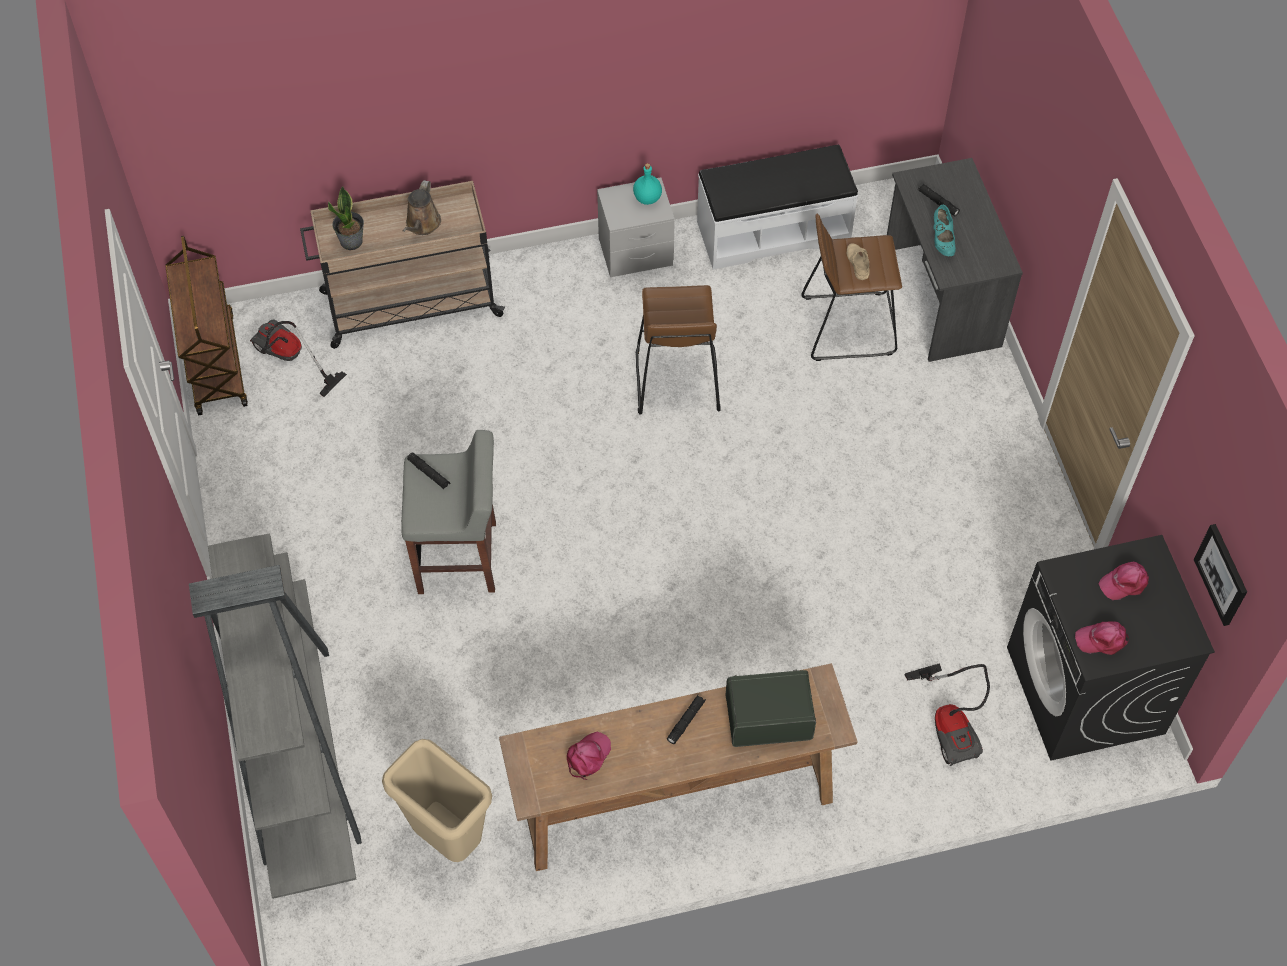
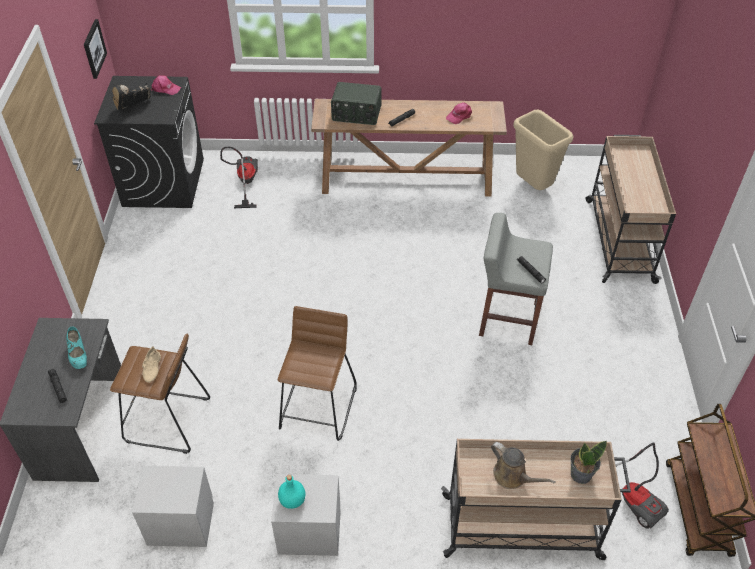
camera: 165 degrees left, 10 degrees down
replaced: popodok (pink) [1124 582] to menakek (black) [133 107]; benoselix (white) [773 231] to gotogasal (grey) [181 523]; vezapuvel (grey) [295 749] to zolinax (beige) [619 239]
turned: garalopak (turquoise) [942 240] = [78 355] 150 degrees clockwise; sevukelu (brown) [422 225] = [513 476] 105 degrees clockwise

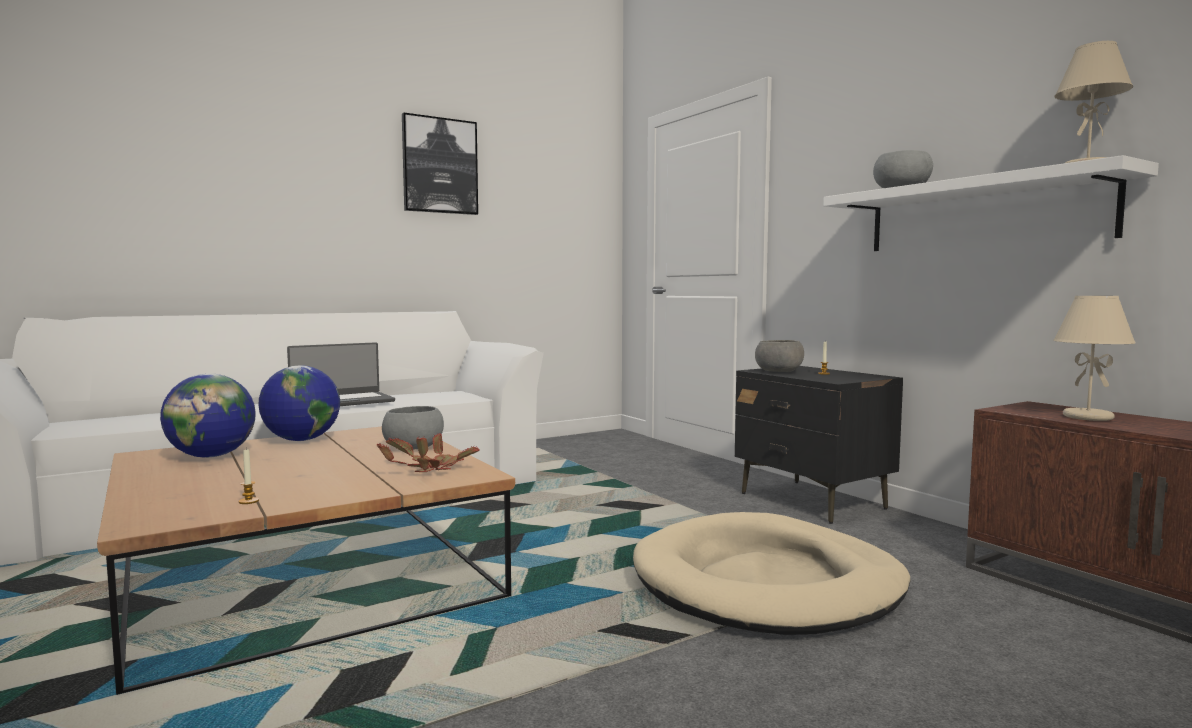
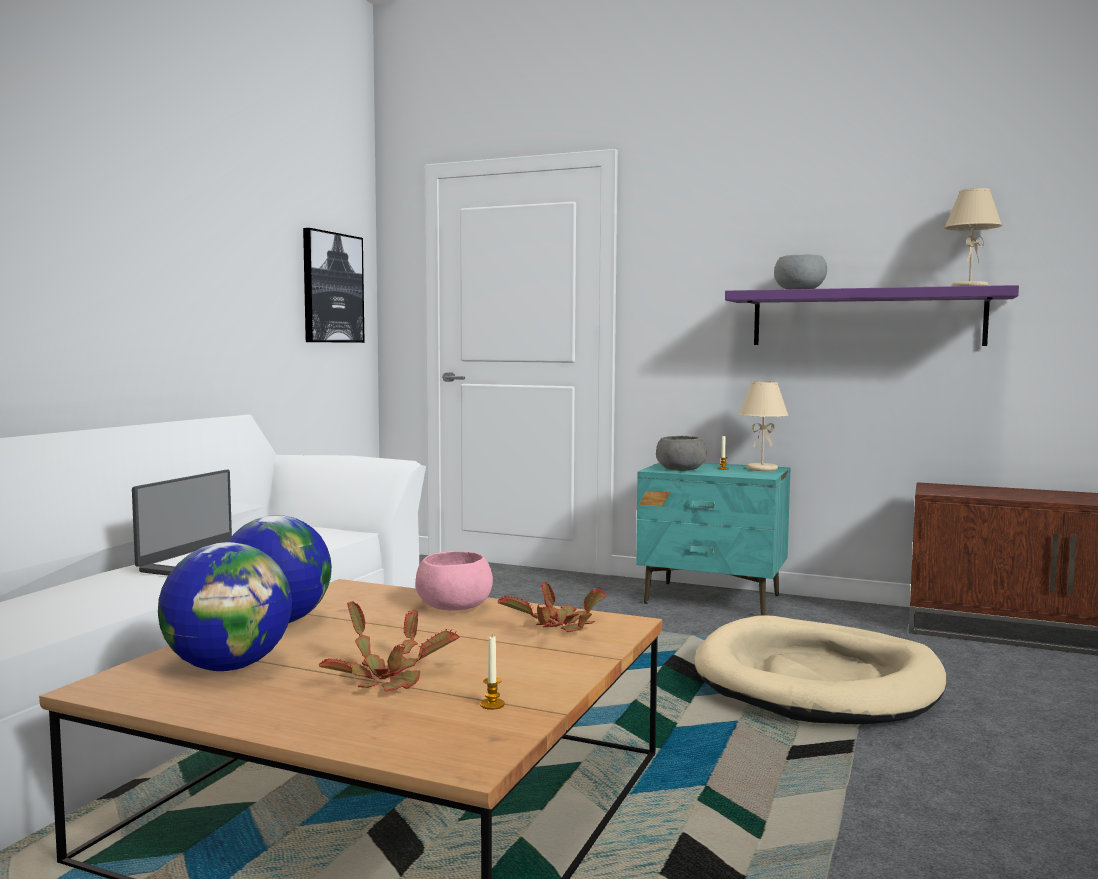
camera: 35 degrees left, 0 degrees up
added: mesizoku [386 678]
moved: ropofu [440 166] to [332 288]; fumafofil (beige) [1087 417] to [761 469]
recoloured: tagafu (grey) [413 447] to tagafu (pink) [453 607]; gotogasal (black) [812 501] to gotogasal (turquoise) [713 599]; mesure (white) [982 215] to mesure (purple) [866 318]

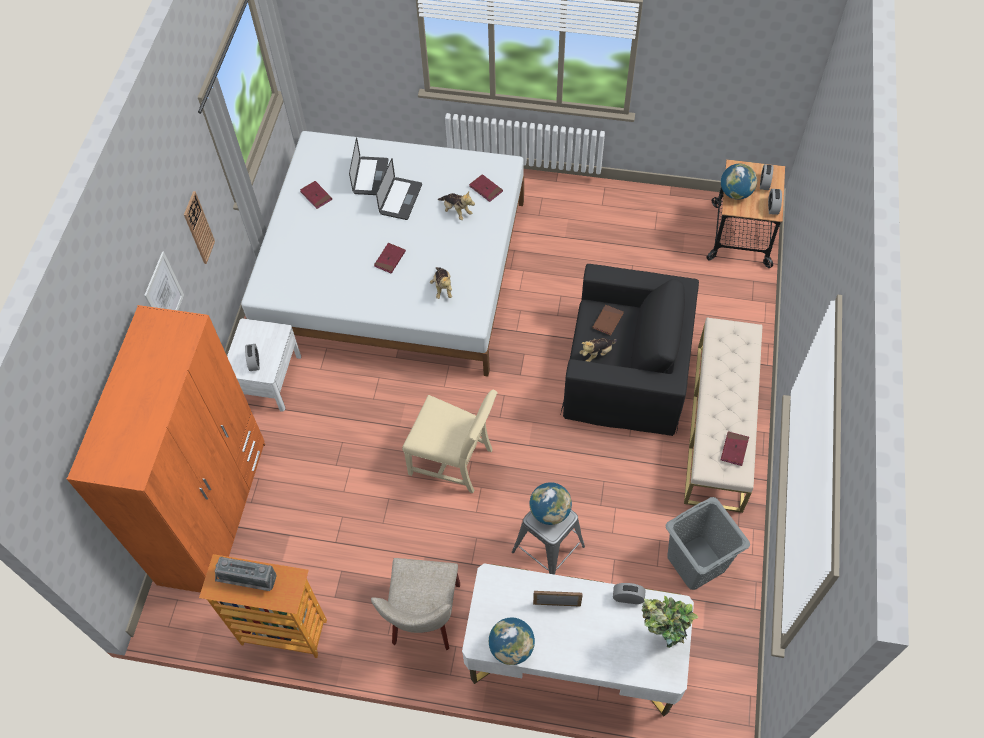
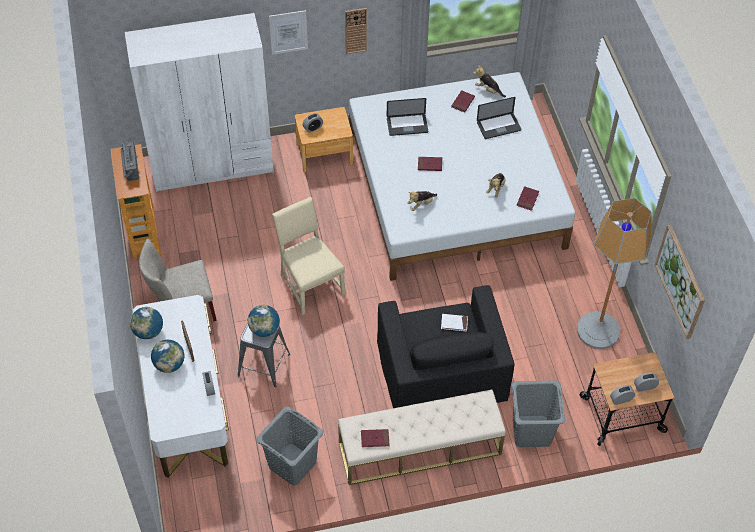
camera: 65 degrees right, 5 degrees down
removed: mesizoku [660 638]
added: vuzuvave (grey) [532 431]; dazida [598 330]; ropofu [680 281]
moved: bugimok [735 193] to [169 364]; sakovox [401 199] to [407 125]; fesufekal [596 353] to [488 90]
recoloured: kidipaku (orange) [213 512] to kidipaku (white) [212 166]; gotogasal (white) [268 379] to gotogasal (brown) [324 153]; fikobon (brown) [607 321] to fikobon (white) [454 323]
turned: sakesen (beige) [454 460] = [309 284] 150 degrees clockwise

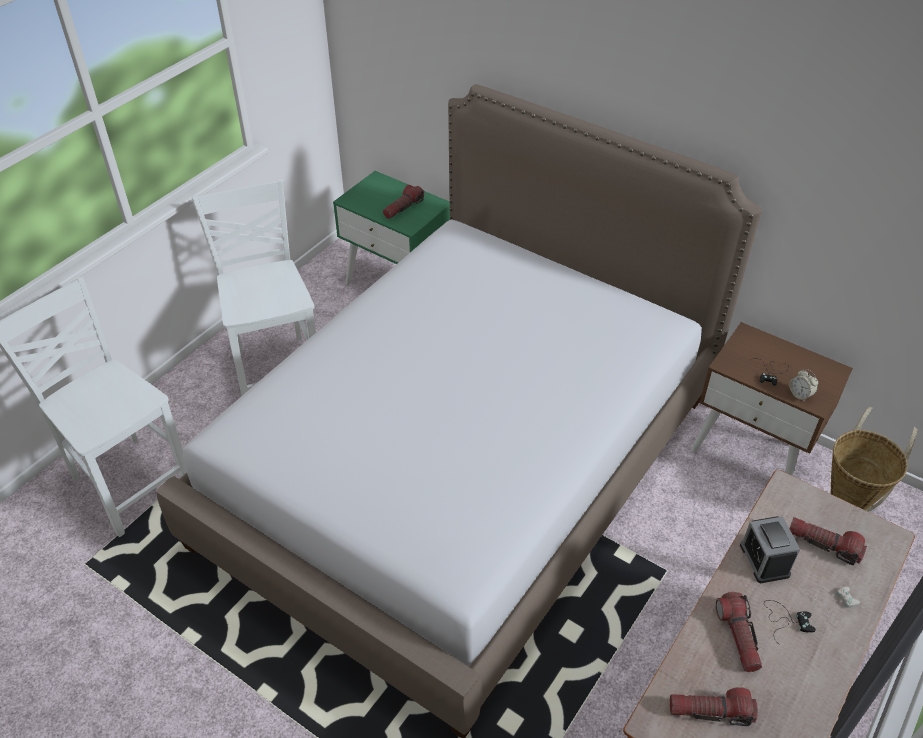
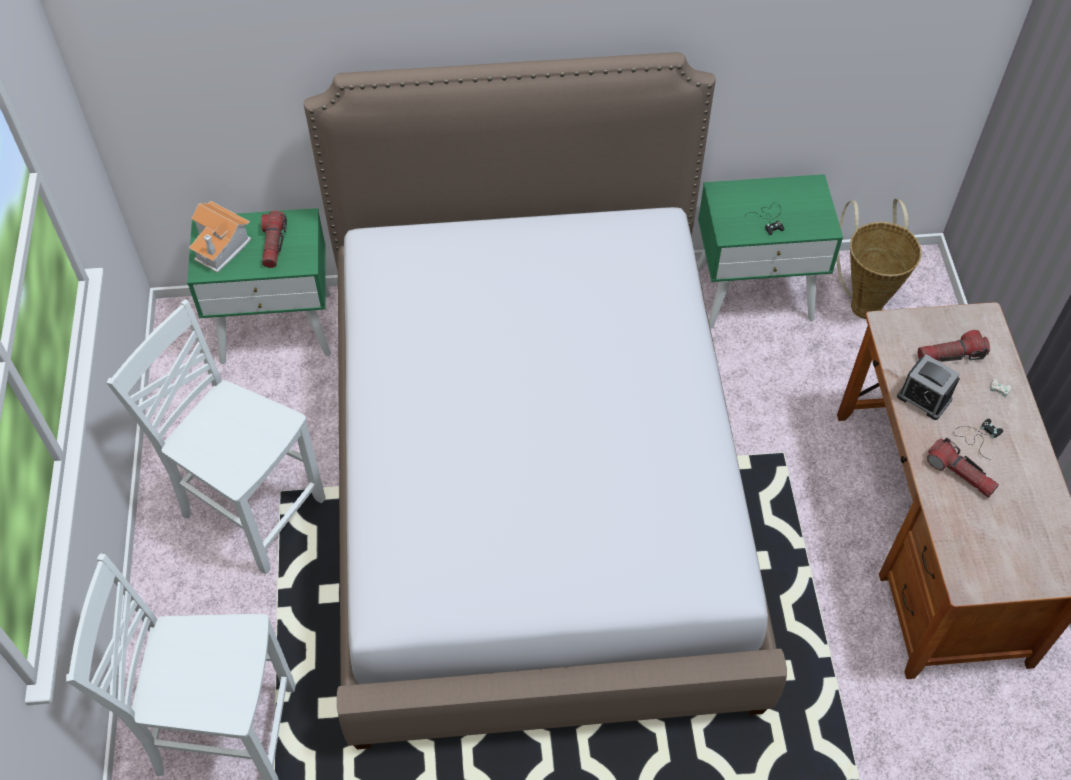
camera: 40 degrees left, 10 degrees up
removed: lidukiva [710 711]; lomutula [800 395]
added: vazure [221 246]
recoloured: gotogasal (brown) [753 449] to gotogasal (green) [755 293]

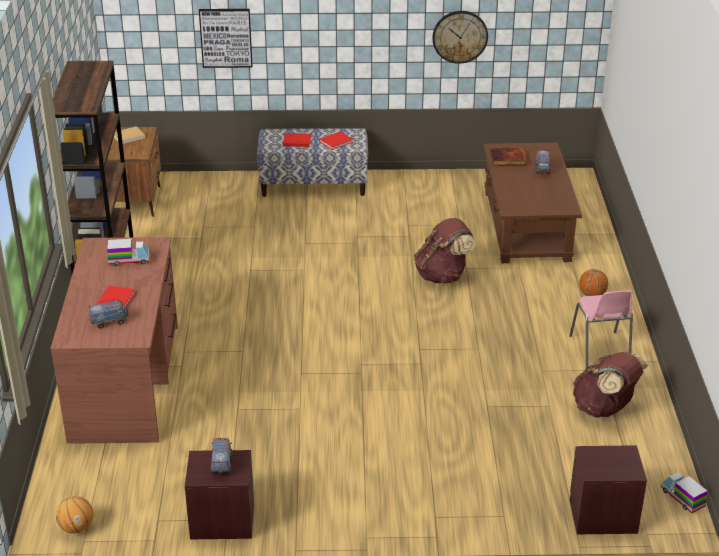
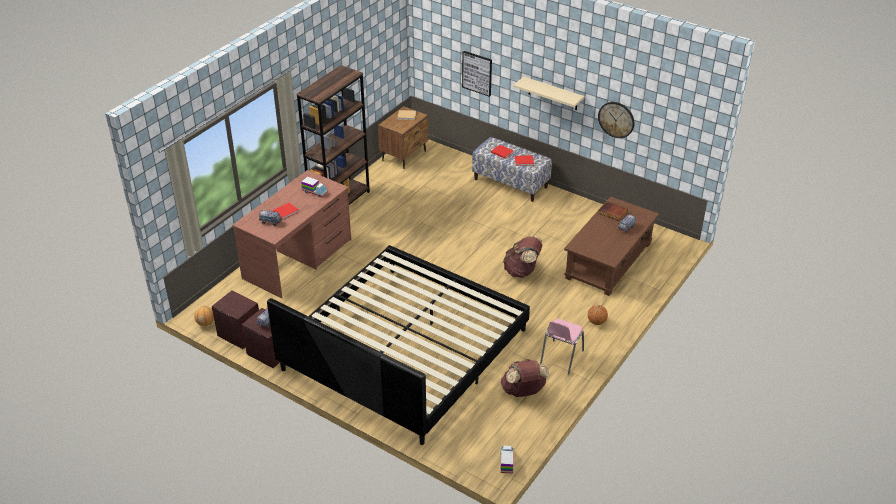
camera: 35 degrees right, 5 degrees up
added: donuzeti [405 349]; mesure (beige) [553 94]
moved: gotogasal (brown) [603 516] to [239 334]

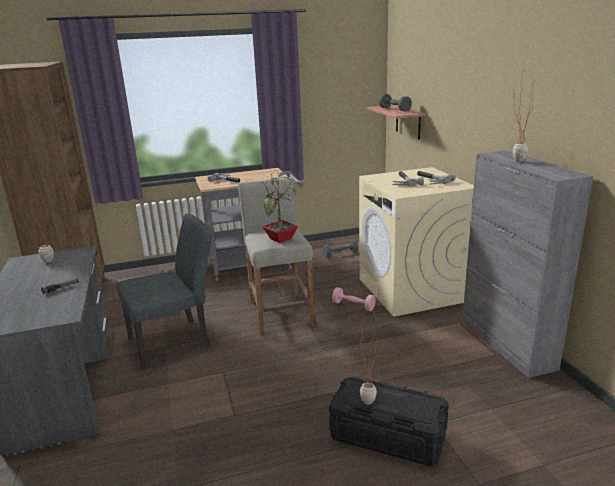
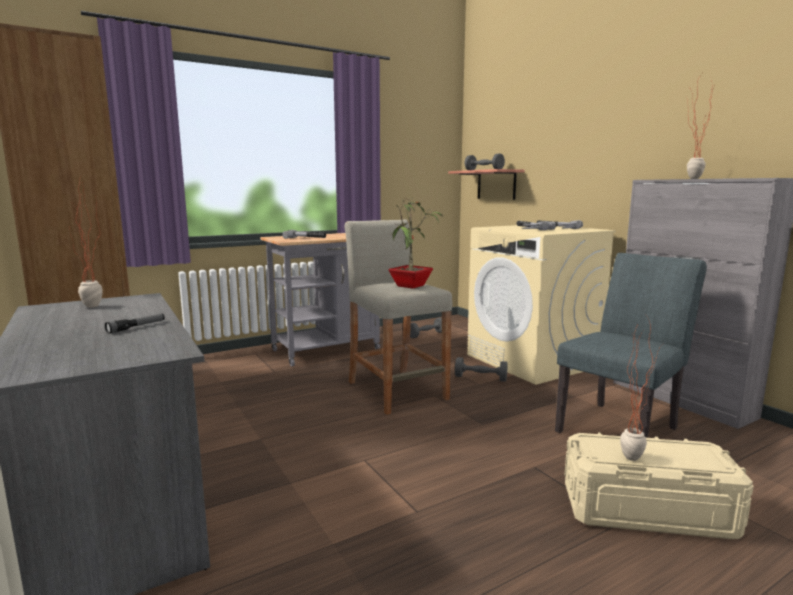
camera: 15 degrees left, 10 degrees down
moved: sakesen (grey) [176 340] to [622 427]
recoloured: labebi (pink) [353 306] to labebi (grey) [480 378]; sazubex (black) [387 436] to sazubex (beige) [646 510]

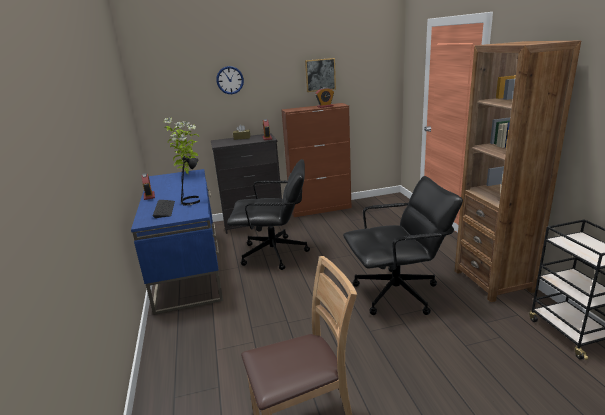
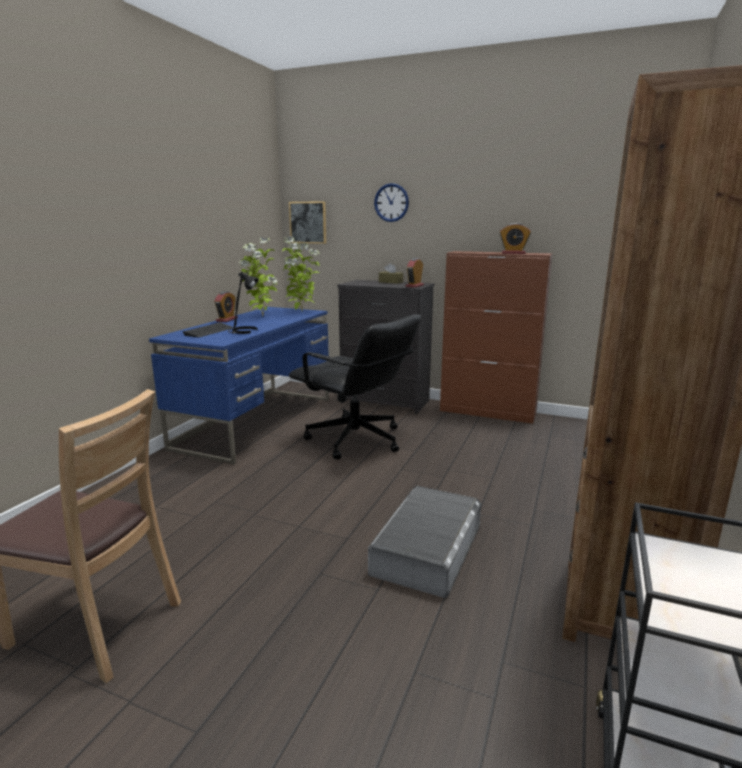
camera: 35 degrees right, 5 degrees down
added: mesizoku [261 316]
moved: ropofu [320 75] to [308 222]
replaced: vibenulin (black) [397 293] to sazubex (grey) [428 549]

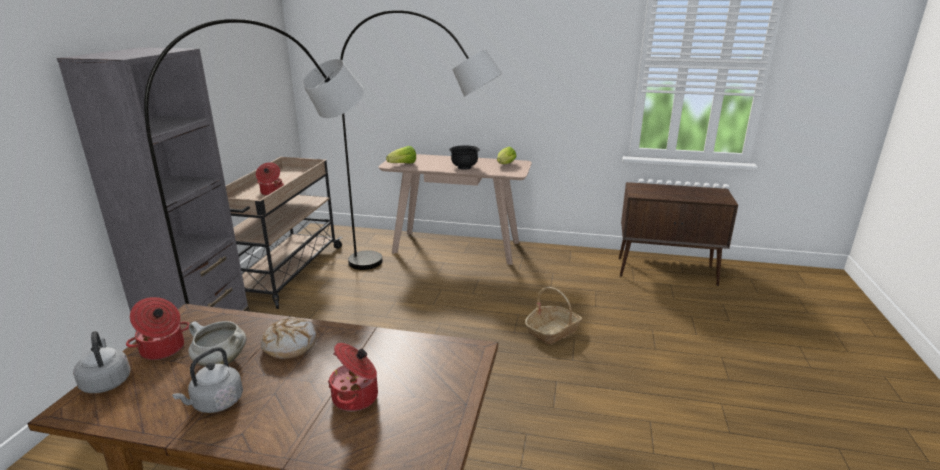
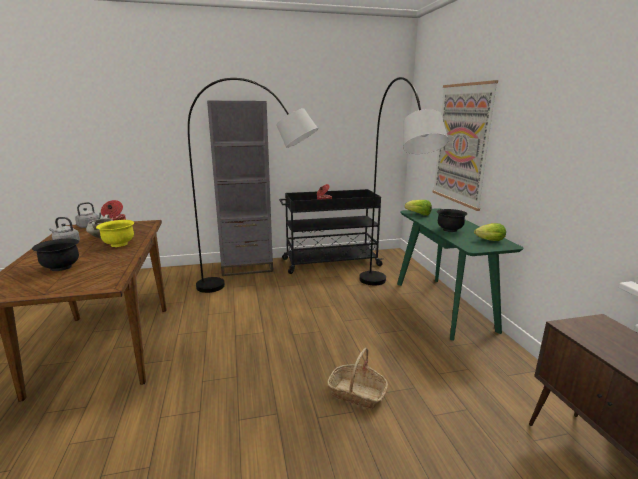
camera: 65 degrees right, 5 degrees down
added: ropofu [461 144]
replaced: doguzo [356 397] to tagafu (black) [61 267]; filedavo [290 345] to tagafu (yellow) [119 244]
recoloured: zolinax (beige) [285 273] to zolinax (black) [330 262]; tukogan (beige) [457 247] to tukogan (green) [443 305]

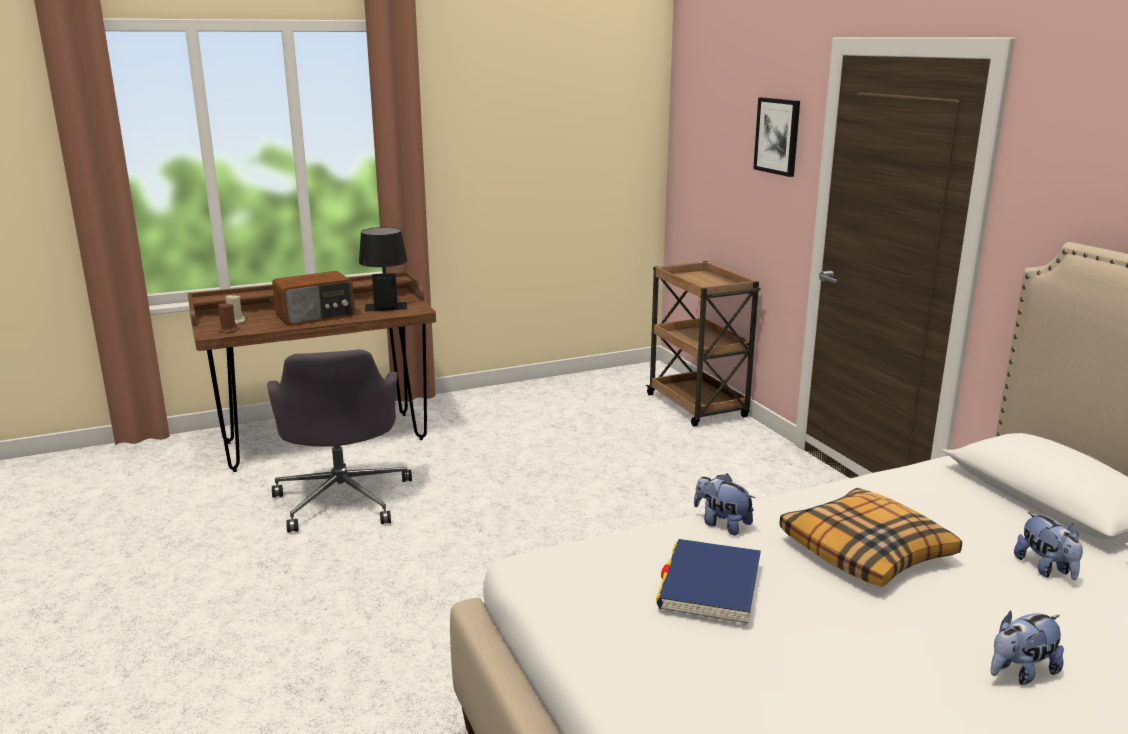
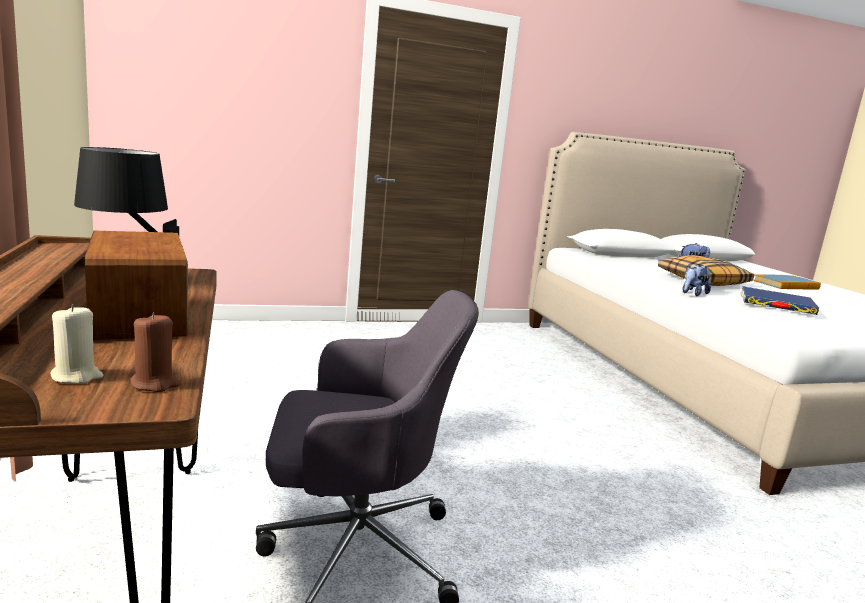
camera: 85 degrees left, 5 degrees down
removed: zolinax (brown) [698 407]; ropofu [777 136]
replaced: fesufekal [1020 672] to fikobon [786 285]

